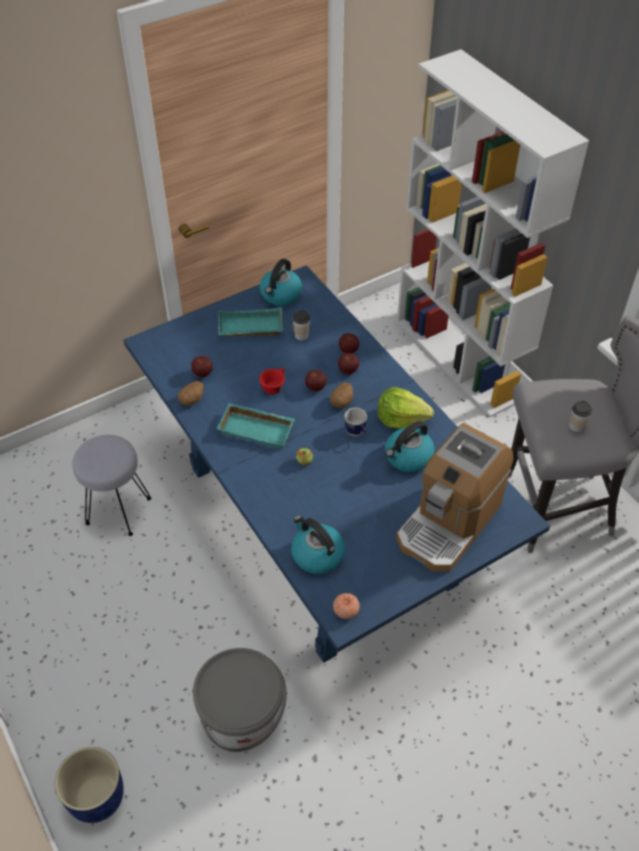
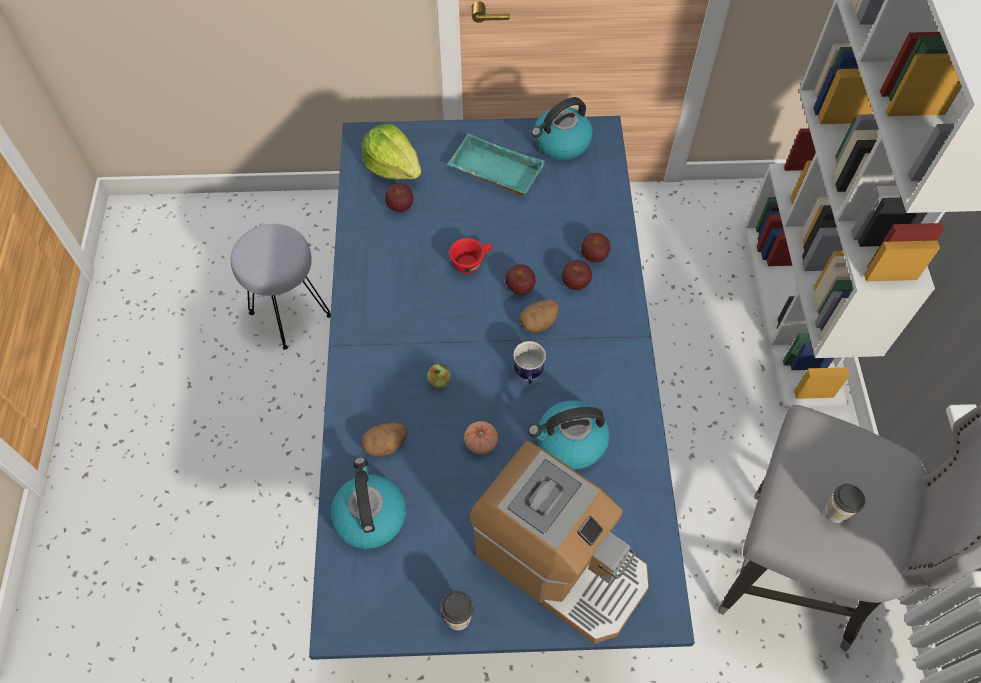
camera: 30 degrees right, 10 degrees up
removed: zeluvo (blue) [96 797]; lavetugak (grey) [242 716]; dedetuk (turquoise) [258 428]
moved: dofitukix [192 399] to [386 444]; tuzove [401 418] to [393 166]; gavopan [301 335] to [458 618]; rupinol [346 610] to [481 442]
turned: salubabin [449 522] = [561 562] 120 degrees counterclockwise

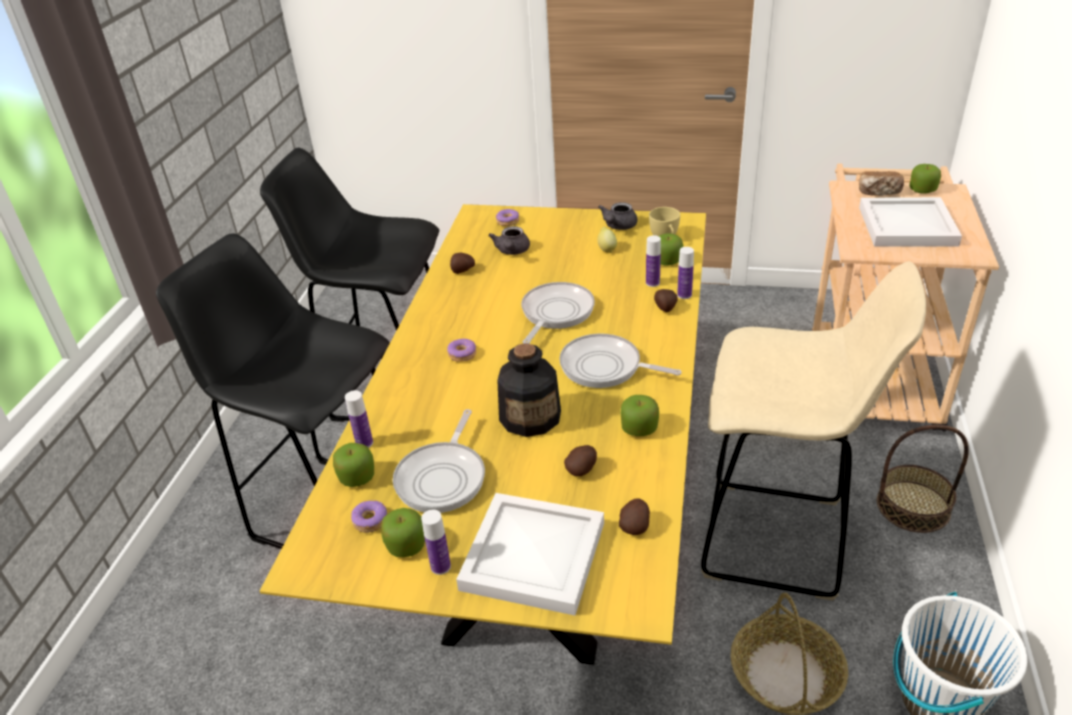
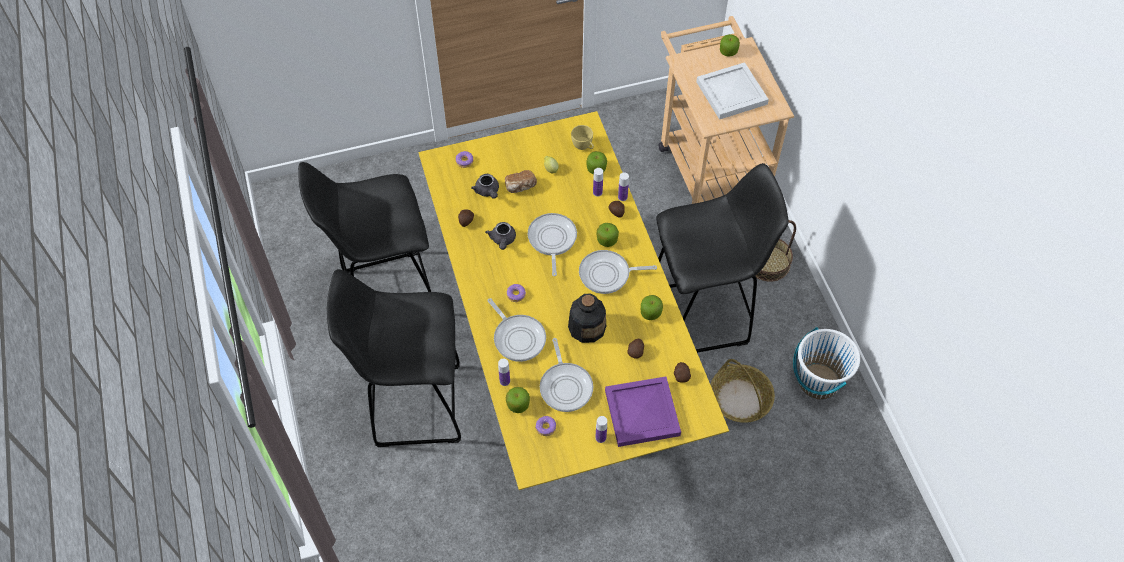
camera: 30 degrees left, 20 degrees up
added: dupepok [518 337]
moved: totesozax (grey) [618 226] to [502 240]; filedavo [879 192] to [521 187]; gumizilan [406 545] to [607 240]
recoloured: dedetuk (white) [531 557] to dedetuk (purple) [641 414]; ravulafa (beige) [778 539] to ravulafa (black) [703 315]

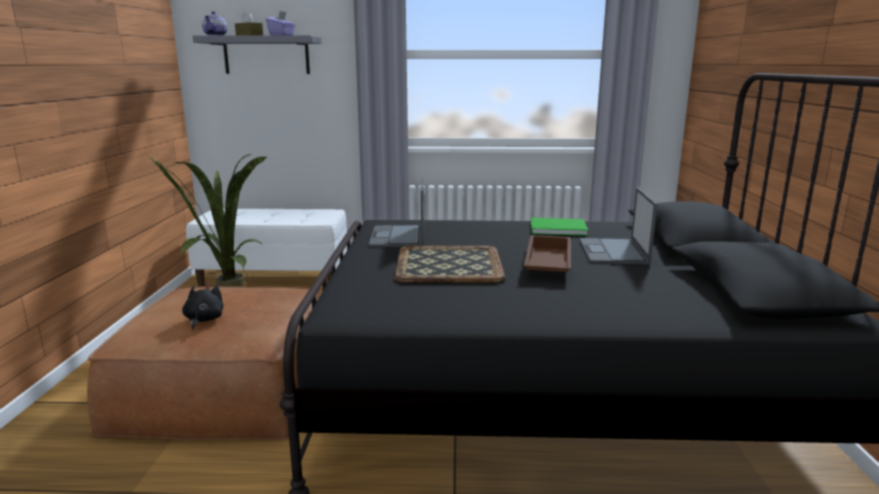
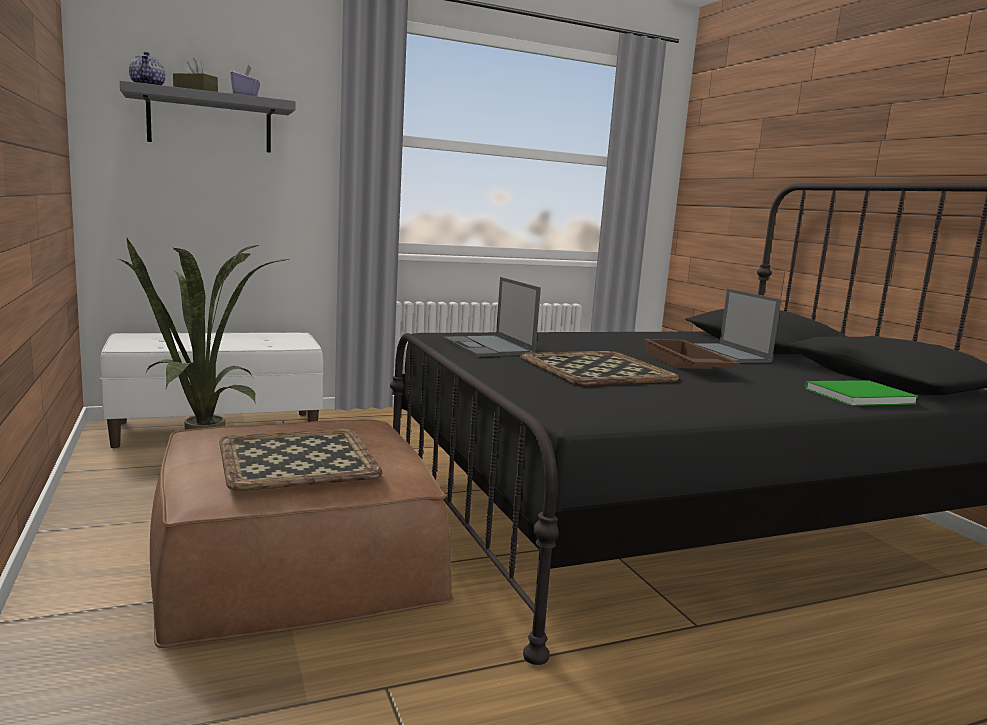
camera: 25 degrees left, 5 degrees down
moved: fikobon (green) [556 228] to [855 395]
replaced: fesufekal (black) [203 320] to dedetuk [296 460]

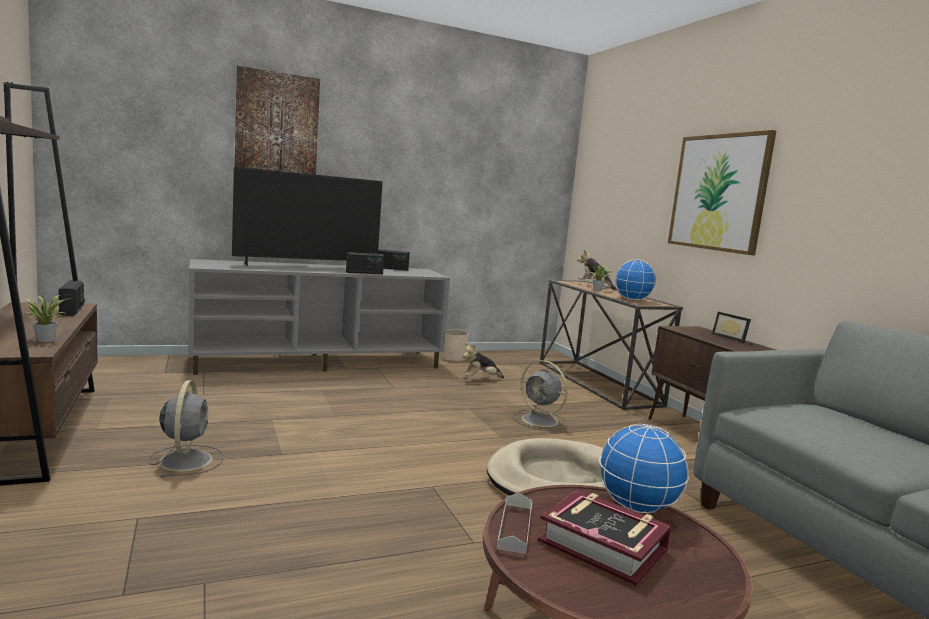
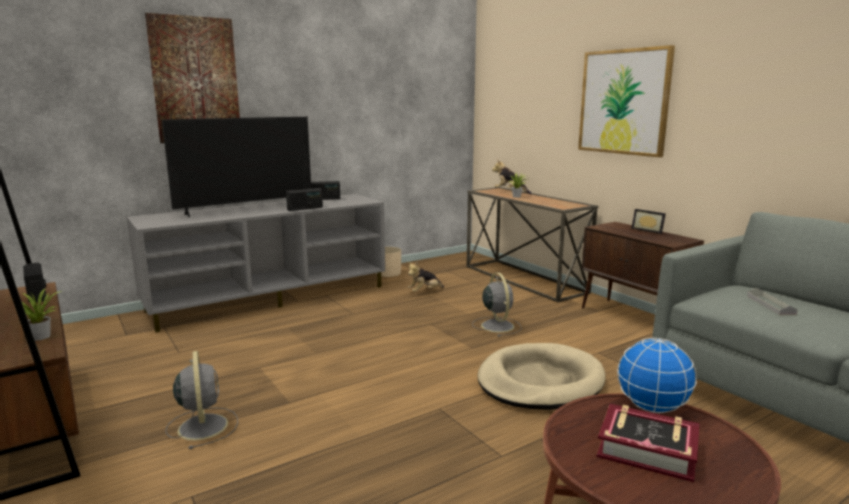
camera: 10 degrees left, 5 degrees up
removed: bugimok [632 299]
moved: dedetuk (grey) [515 527] to [770 305]
turned: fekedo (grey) [541 421] = [497 325] 135 degrees counterclockwise

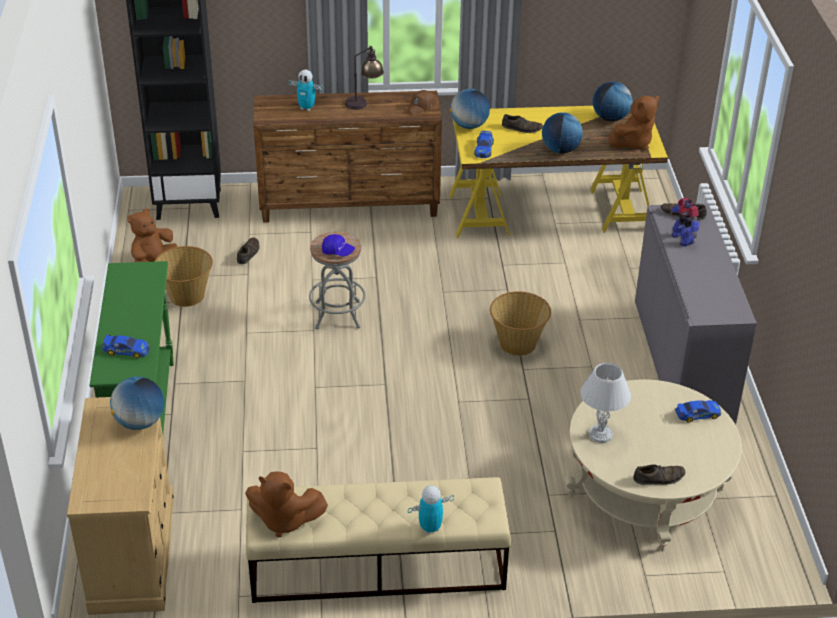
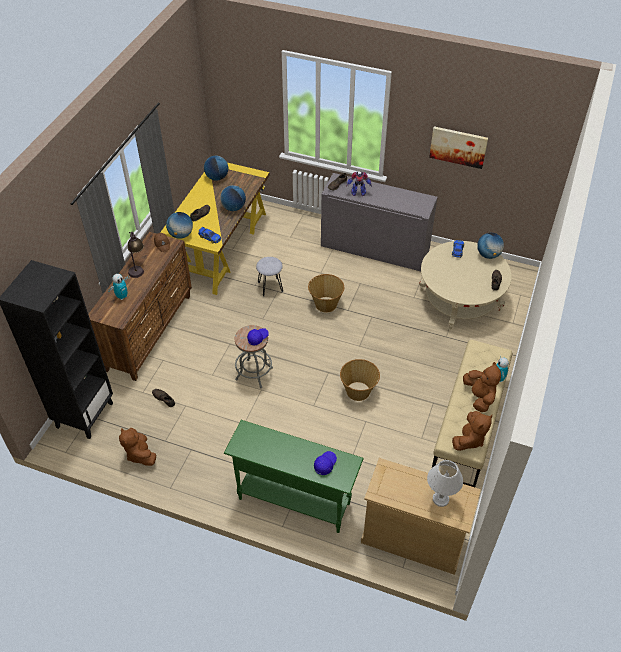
camera: 65 degrees left, 10 degrees up
added: ravulafa (grey) [270 287]; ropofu [458 146]
moved: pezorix [186 296] to [358 391]; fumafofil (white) [600 434] to [440 499]; fesufekal (brown) [633 143] to [479 397]; bugimok [140 422] to [488 255]
replaced: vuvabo [126 350] to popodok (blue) [325 464]

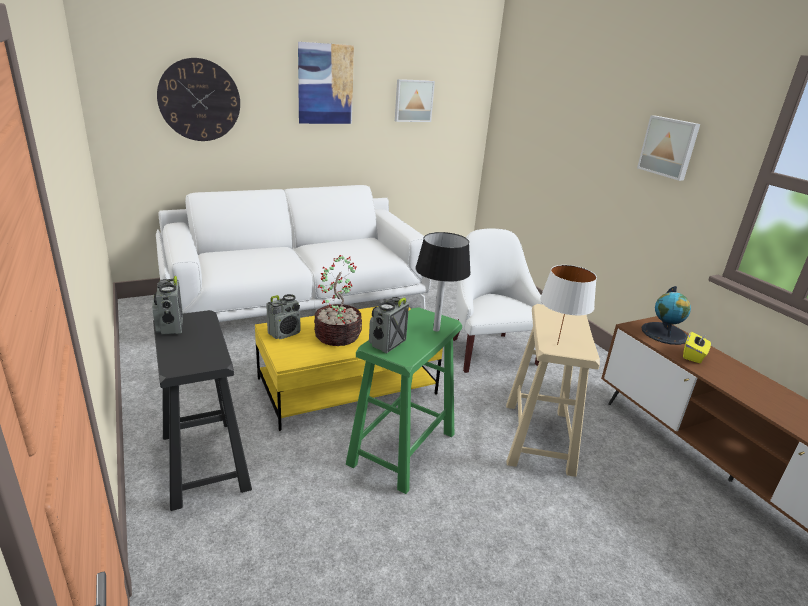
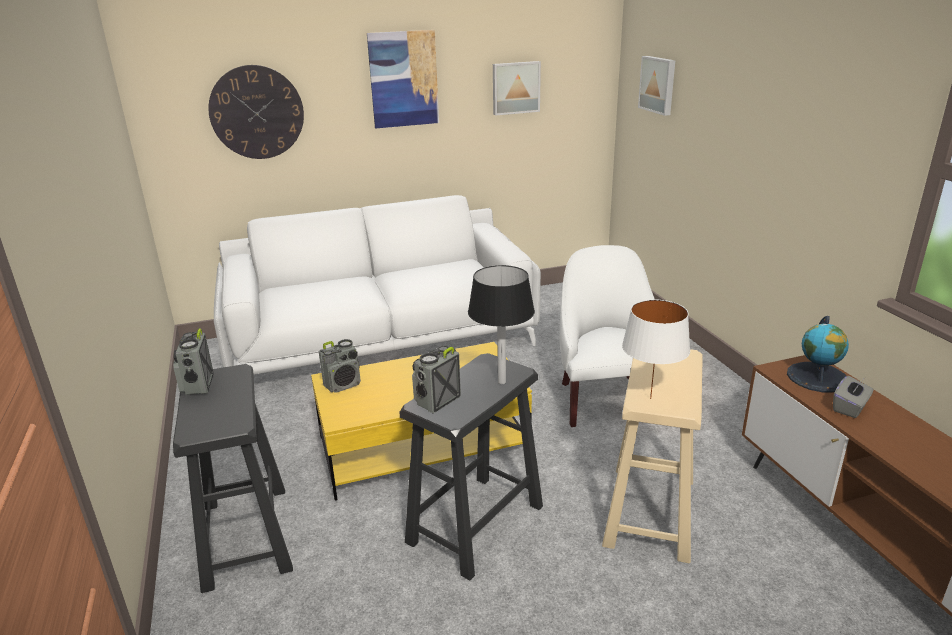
camera: 10 degrees right, 0 degrees up
removed: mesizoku [338 335]
moved: ropofu [669 147] to [658 84]
recoloured: ravulafa (green) [401 449] to ravulafa (black) [475 524]; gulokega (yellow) [693 356] to gulokega (grey) [850 408]

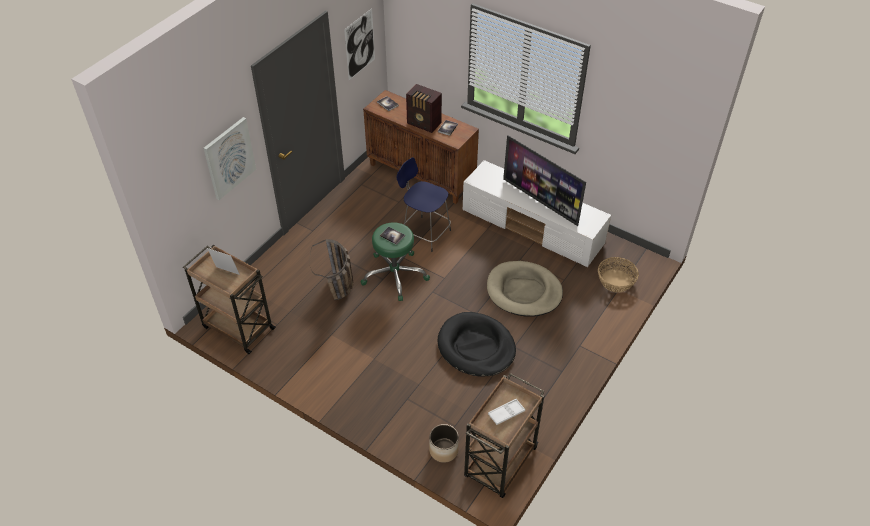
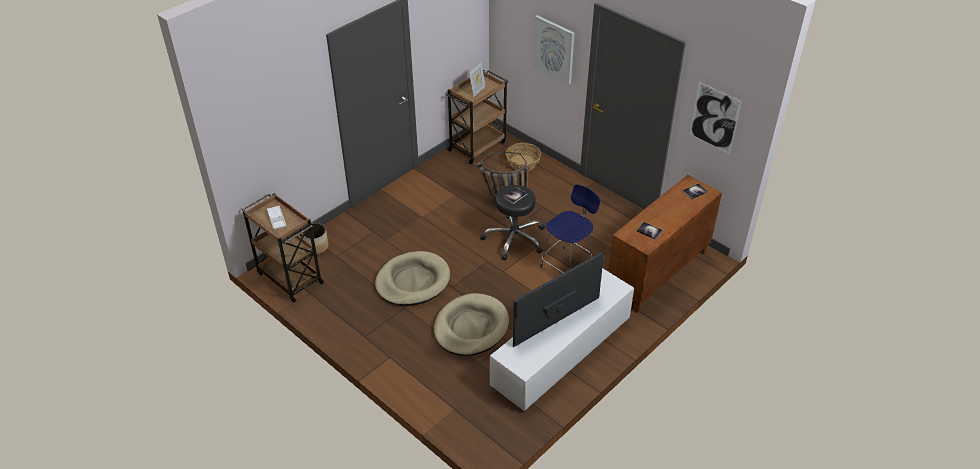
camera: 100 degrees right, 5 degrees down
removed: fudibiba [424 124]
moved: pezorix [616 281] to [523 163]
recoloured: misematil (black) [476 347] to misematil (beige) [412 281]; ravulafa (green) [395 275] to ravulafa (black) [514 238]

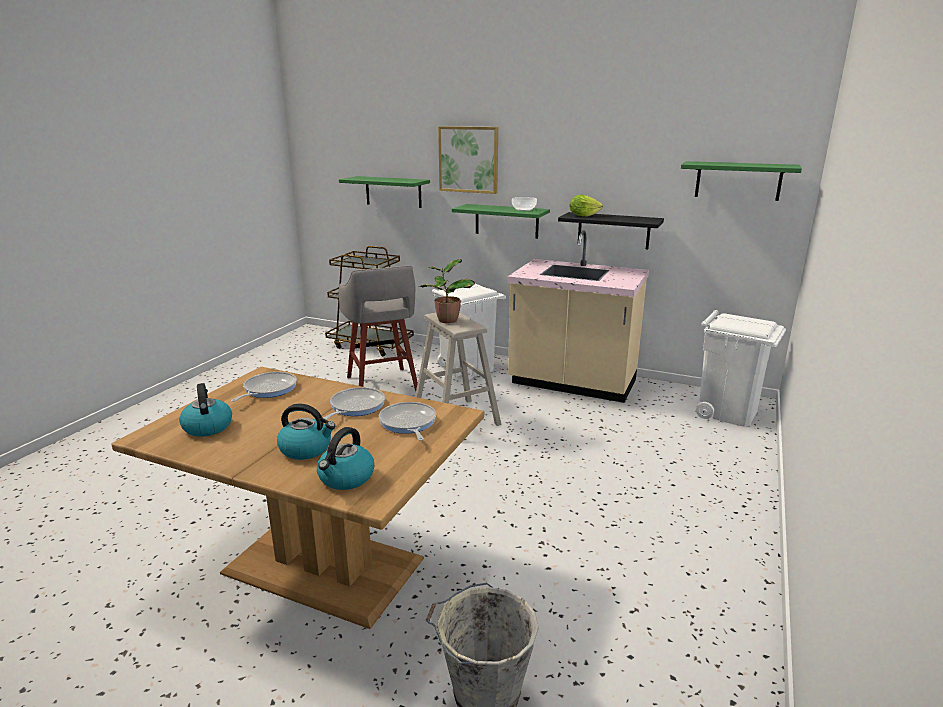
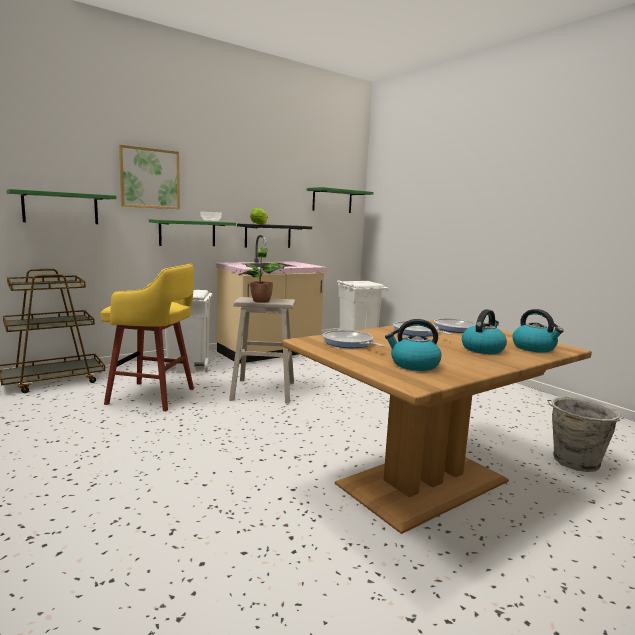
camera: 60 degrees left, 10 degrees down
recoloured: ravulafa (grey) [382 385] to ravulafa (yellow) [154 396]

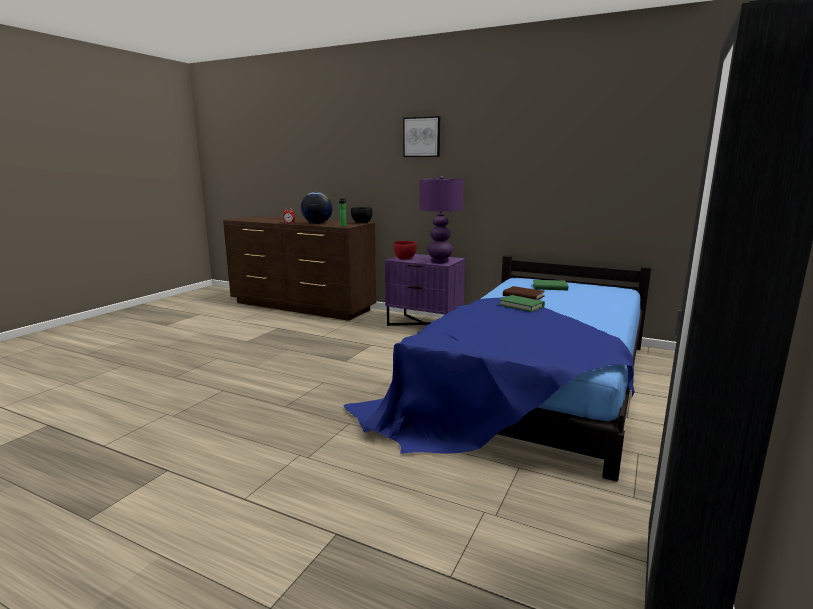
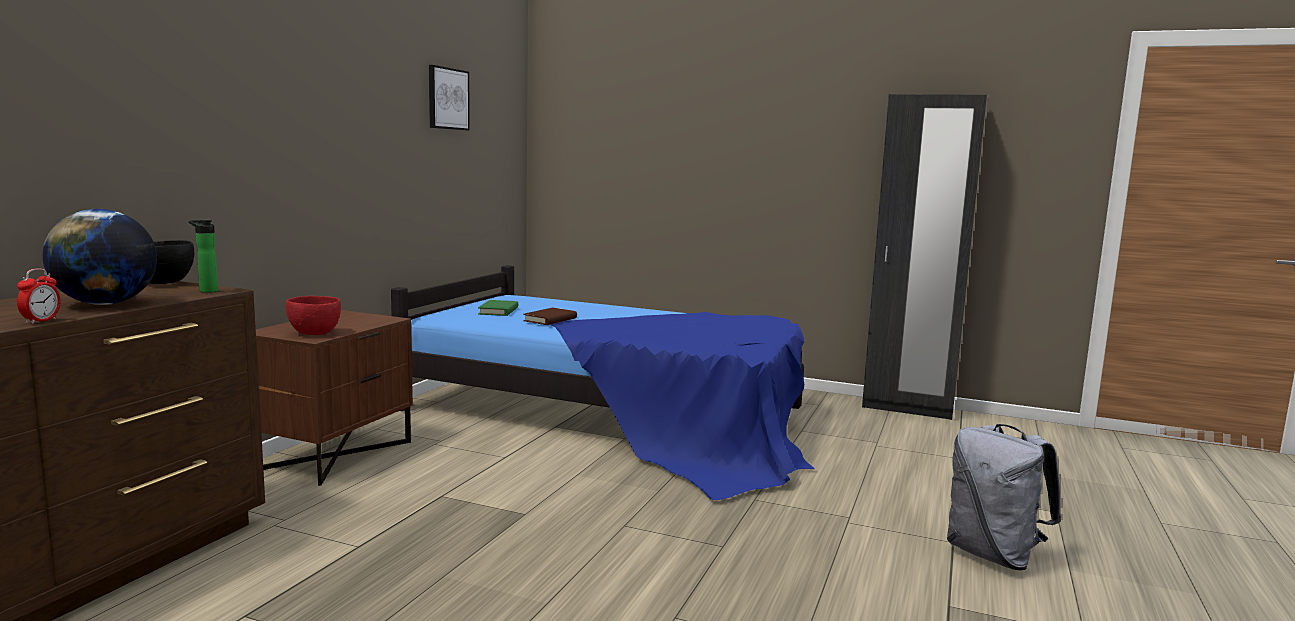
camera: 95 degrees left, 5 degrees down
removed: fumafofil (purple) [439 261]; fikobon (green) [521 306]
added: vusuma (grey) [993 555]
moved: ropofu [422 137] to [447 98]
recoloured: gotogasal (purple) [425 324] to gotogasal (brown) [335 455]

